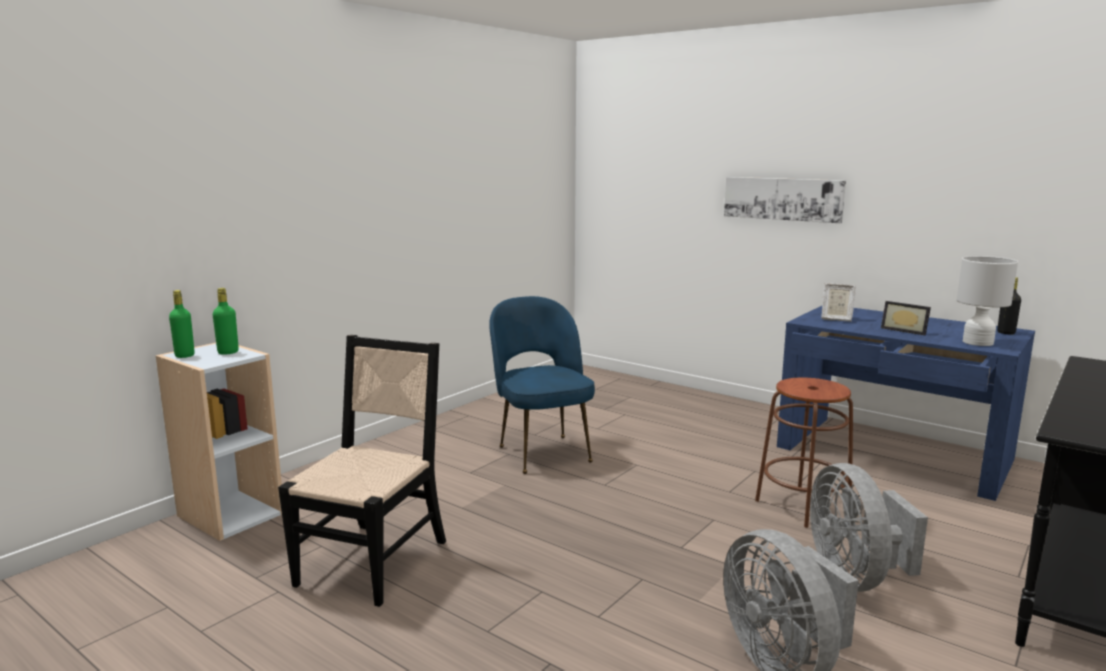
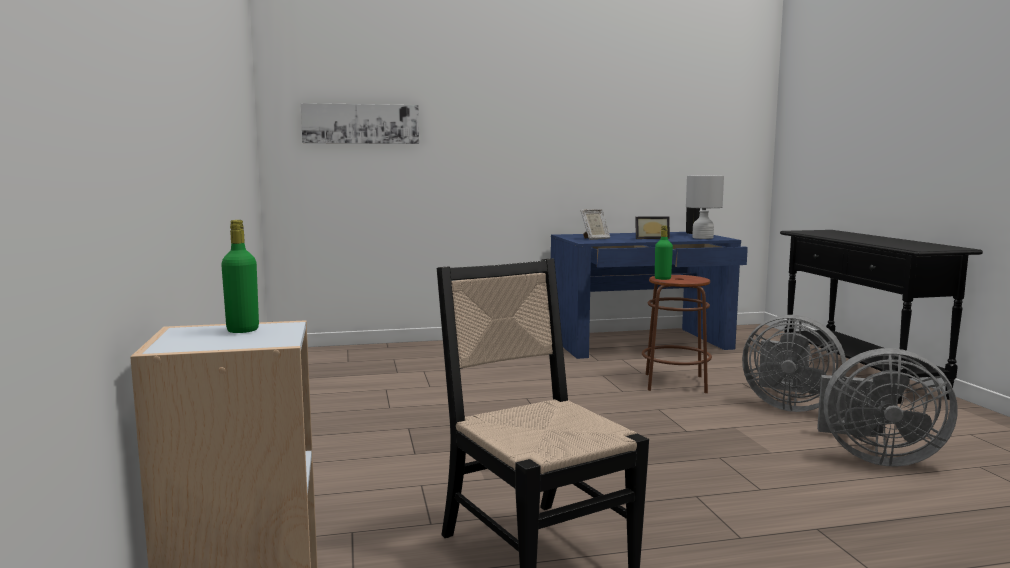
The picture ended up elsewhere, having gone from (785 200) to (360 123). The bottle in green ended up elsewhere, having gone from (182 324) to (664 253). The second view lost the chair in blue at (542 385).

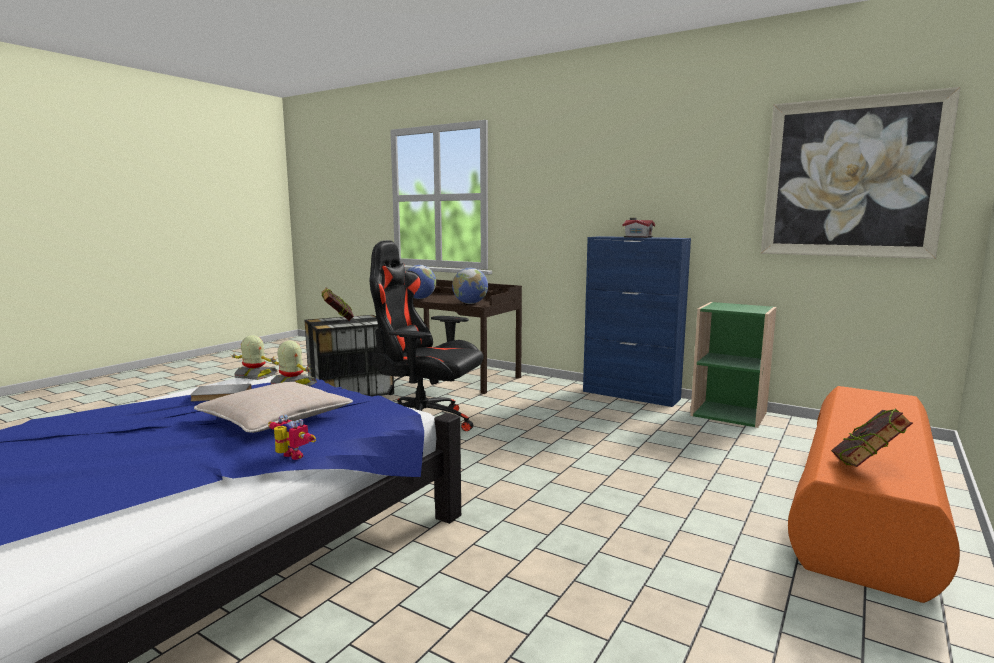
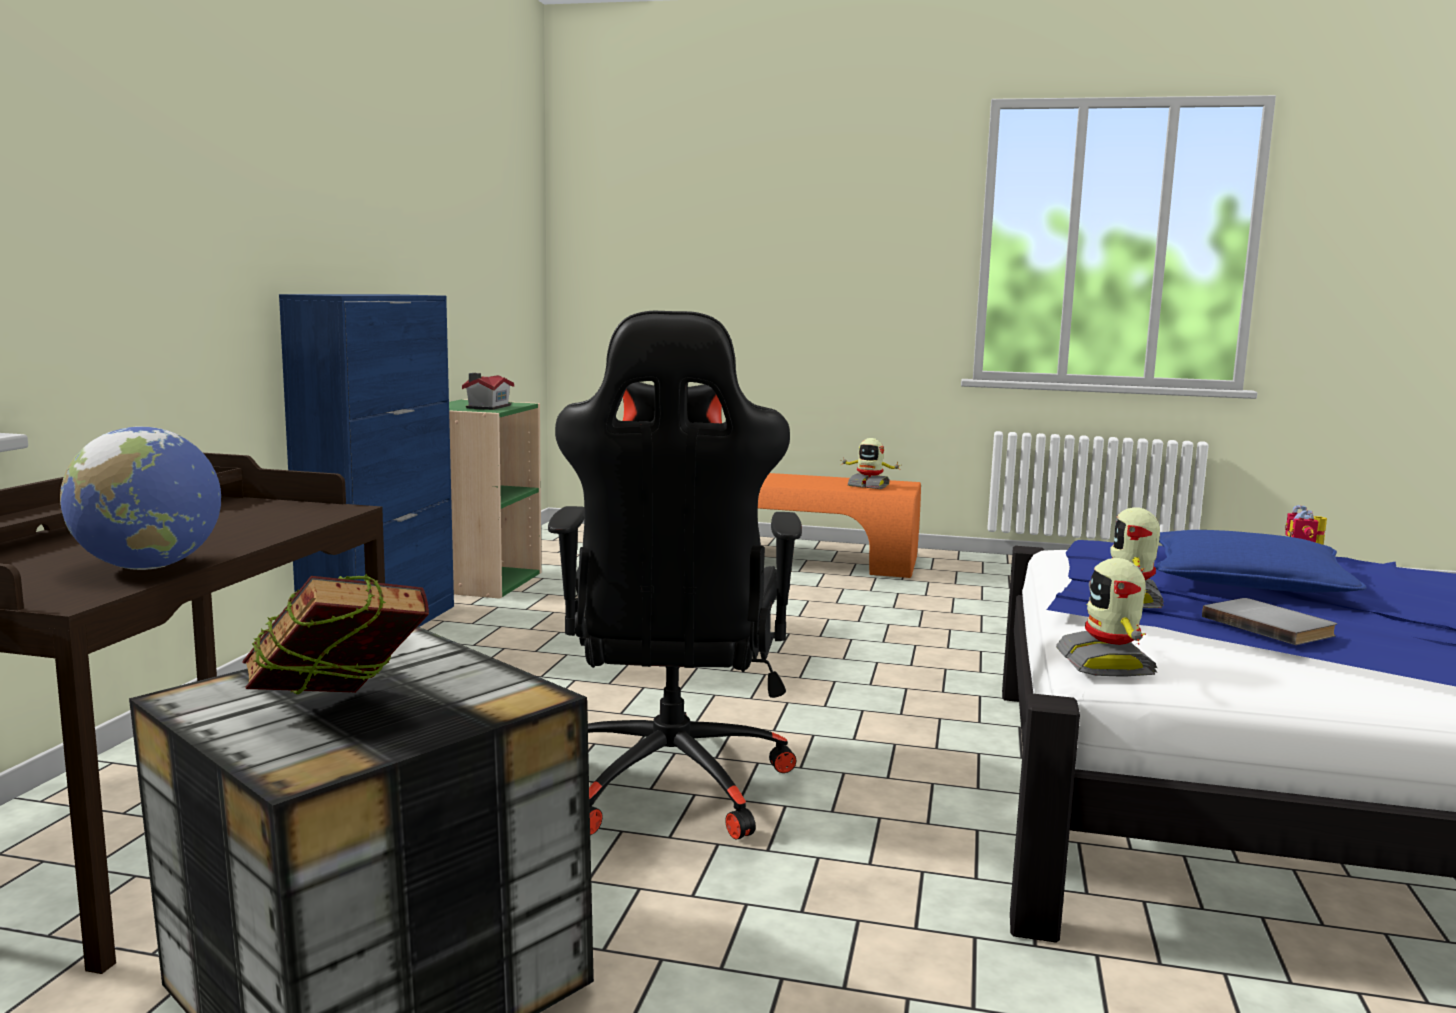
The toy house ended up elsewhere, having gone from (638 228) to (488 391). Where the book stood at (872 437), the toy robot came to stand at (870 463). What was the pillow in beige at (273 407) turned into the pillow in blue at (1261 561). The second view lost the globe at (470 286). The second view lost the picture at (860 173).

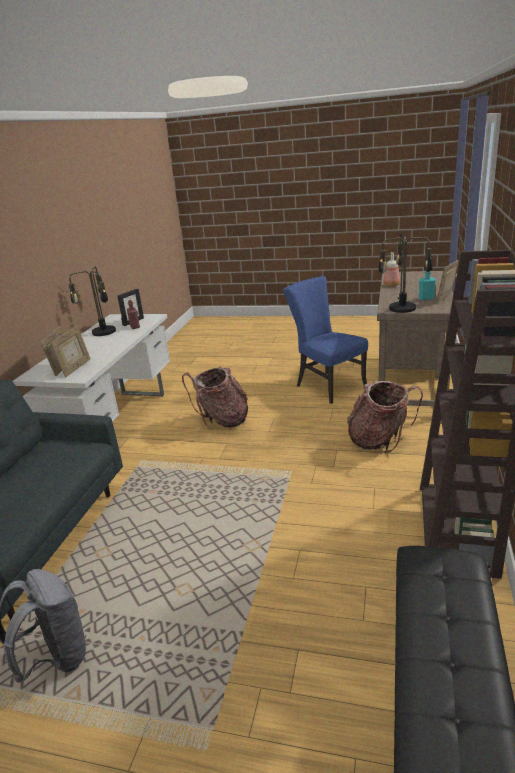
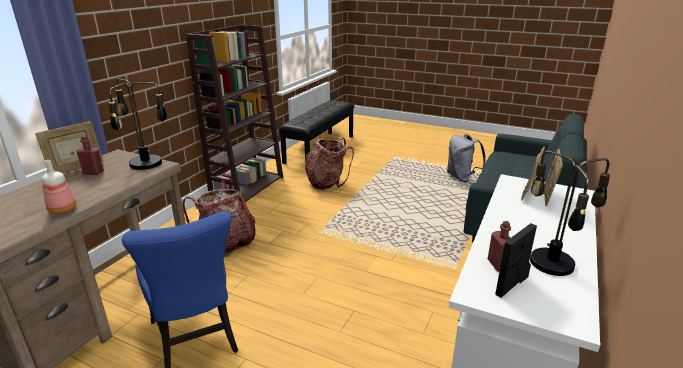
What was the bottle in turquoise at (427 285) turned into the bottle in red at (90 155). The backpack ended up elsewhere, having gone from (215 398) to (329 163).

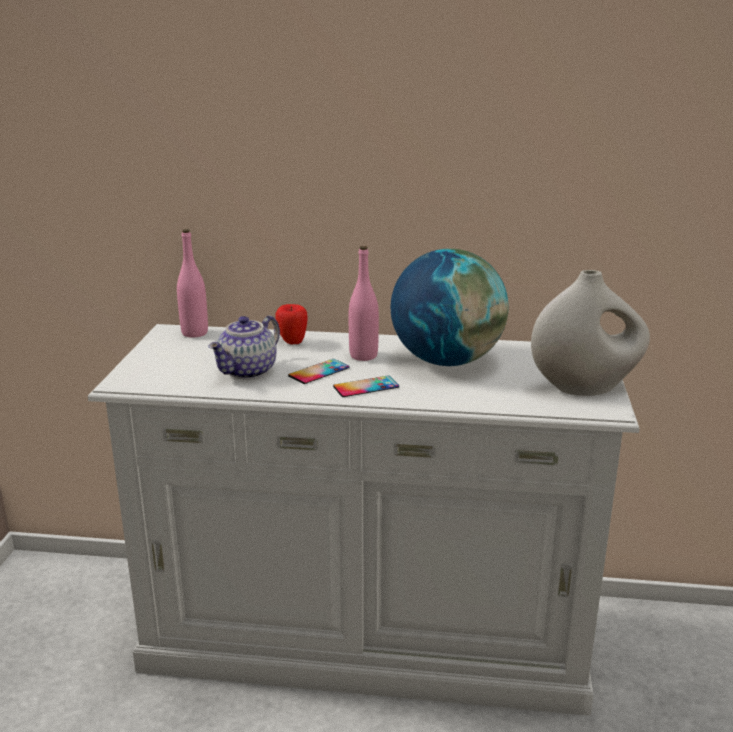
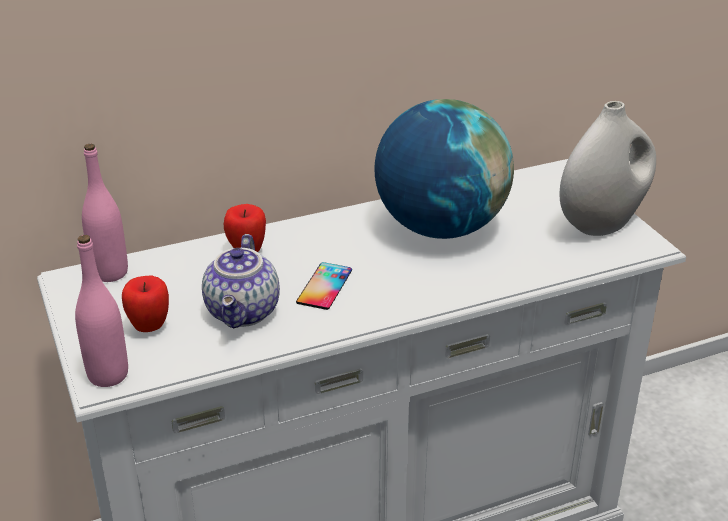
The bottle in pink ended up elsewhere, having gone from (364 303) to (101 311). The second view gained the apple at (145 304). The second view lost the phone at (366 386).

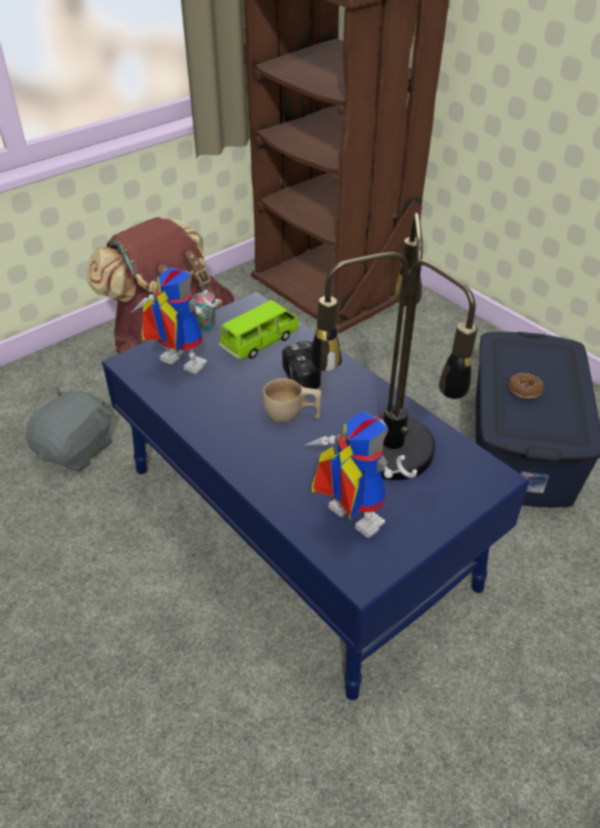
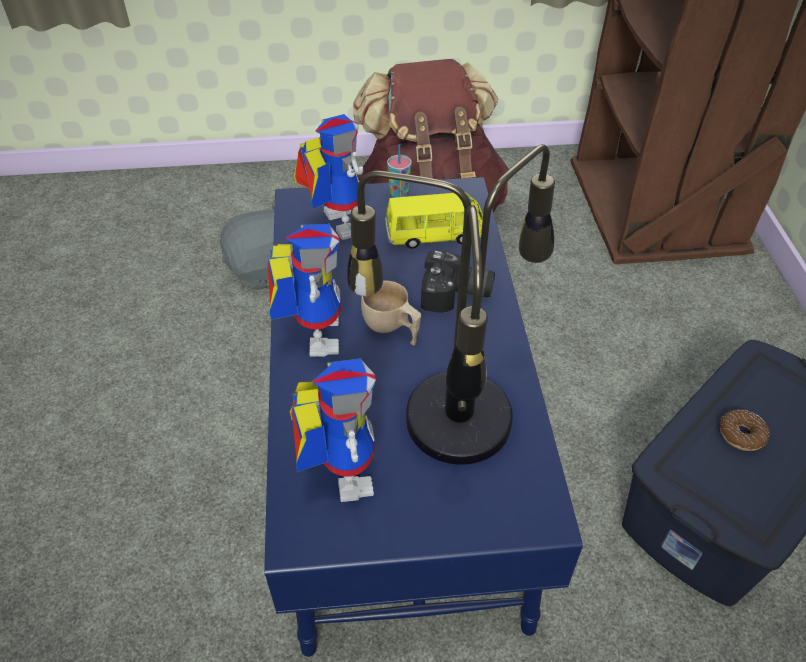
The second view gained the toy robot at (304 290). What was the toy car in green at (259 330) turned into the toy car in yellow at (434 220).

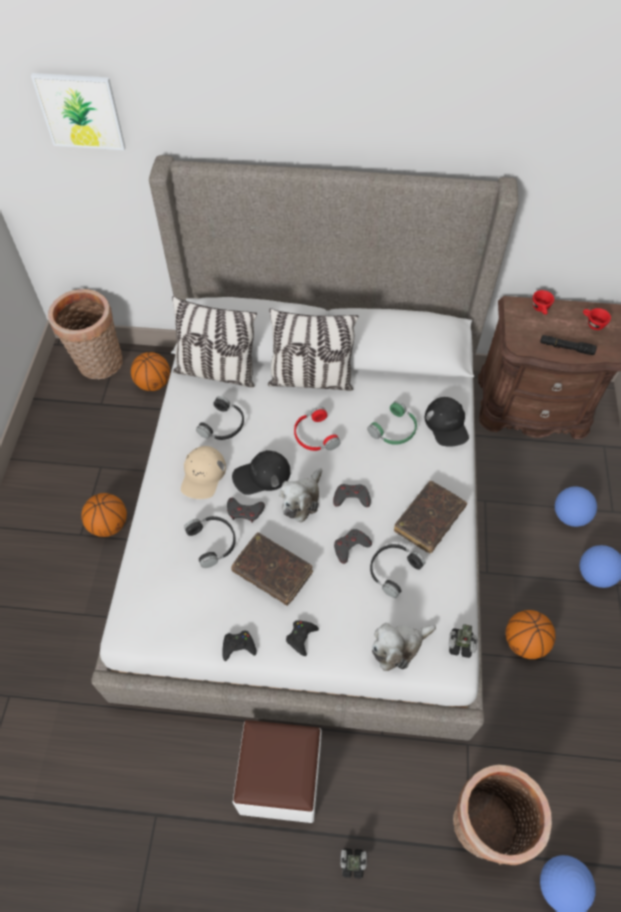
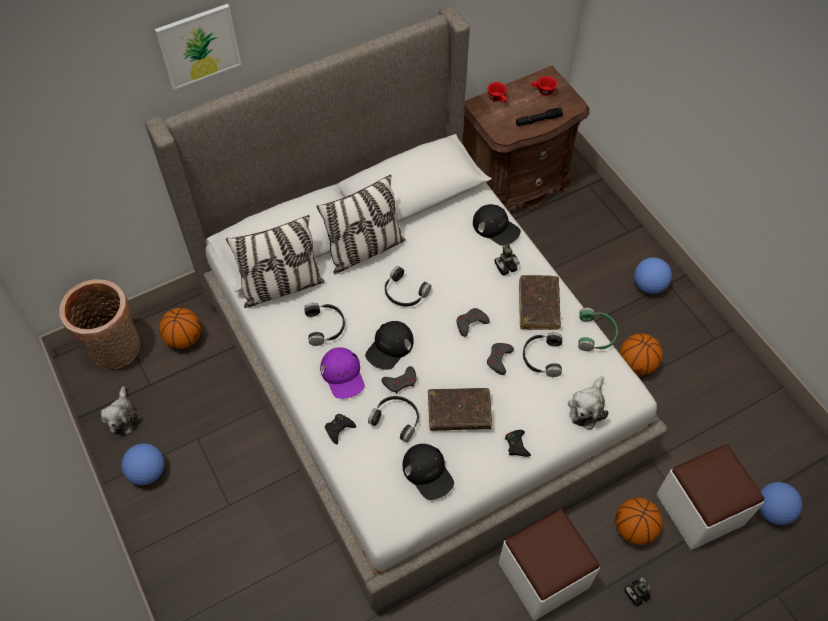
The plush toy ended up elsewhere, having gone from (300 495) to (119 410). The football ended up elsewhere, having gone from (576 506) to (143 464). The picture ended up elsewhere, having gone from (78 111) to (198 47). What was the cap in beige at (203 472) turned into the cap in purple at (342 373). The game controller in black ended up elsewhere, having gone from (239 645) to (340 429). What was the headphones in red at (317 429) turned into the headphones in black at (408 286). The second view gained the cap in black at (428 472). The toy robot ended up elsewhere, having gone from (463 641) to (507 259). The headphones in green ended up elsewhere, having gone from (392 423) to (598 329). The basketball ended up elsewhere, having gone from (104 515) to (639 521). Where the basket stood at (502 815), the ottoman in white came to stand at (711 497).

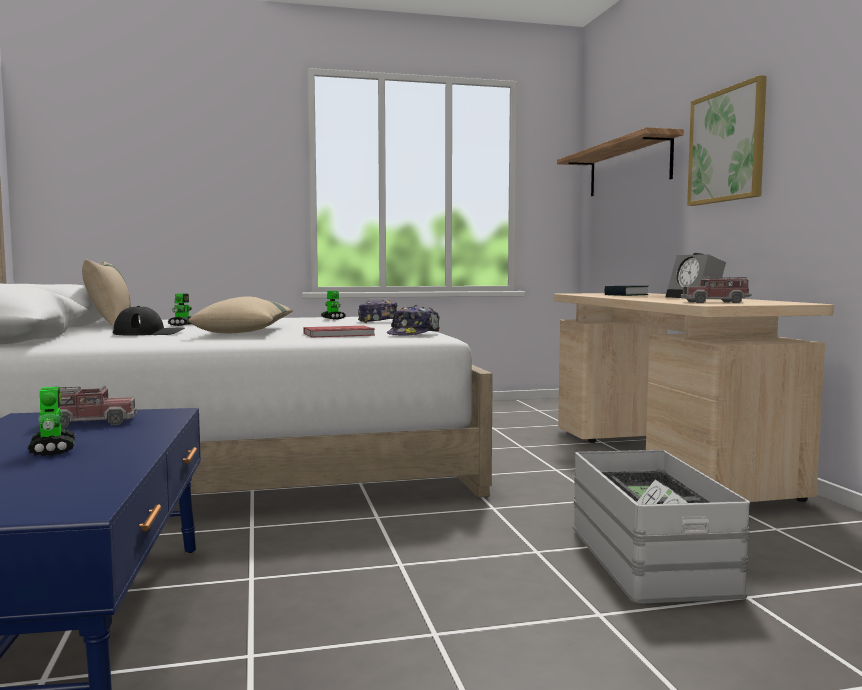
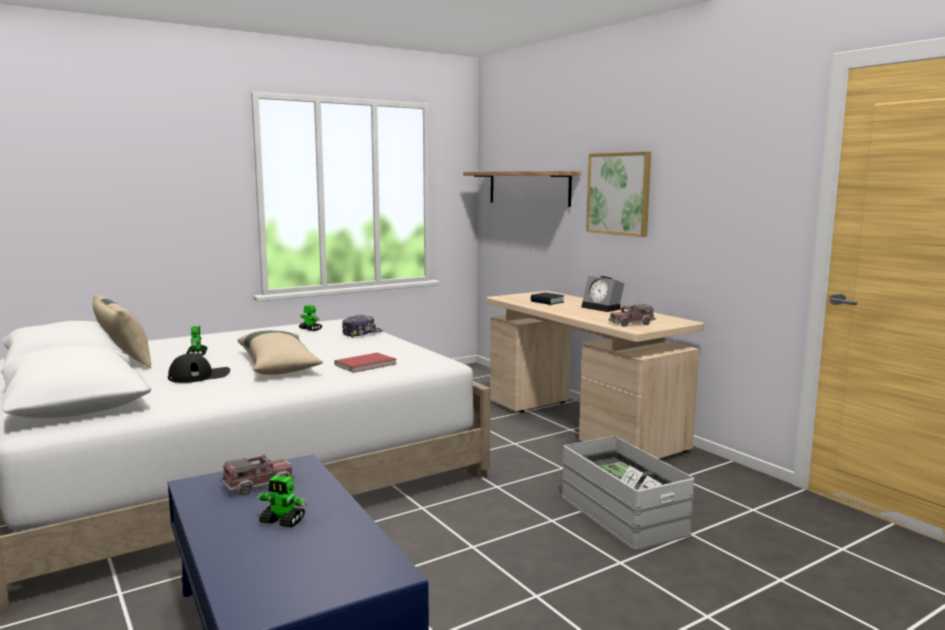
The toy robot at (51 421) ended up facing another way, 150 degrees clockwise from before. The second view lost the cap at (413 320).

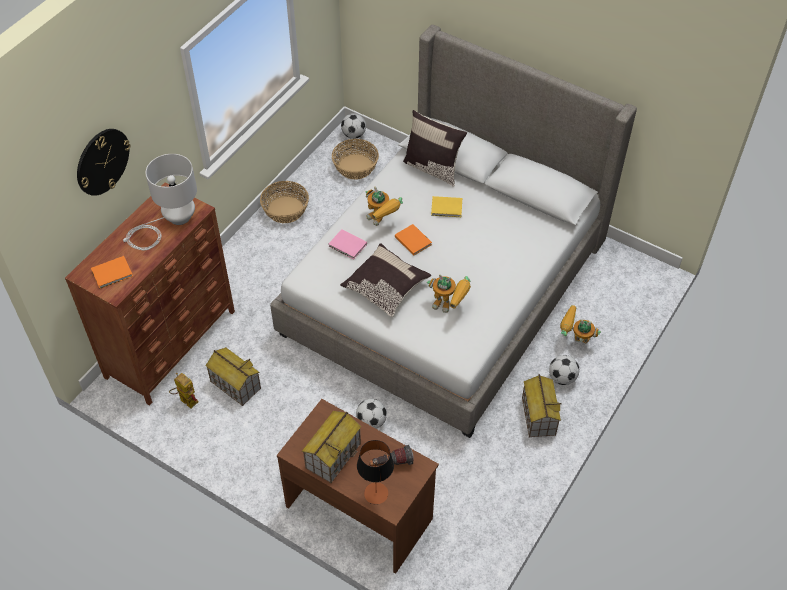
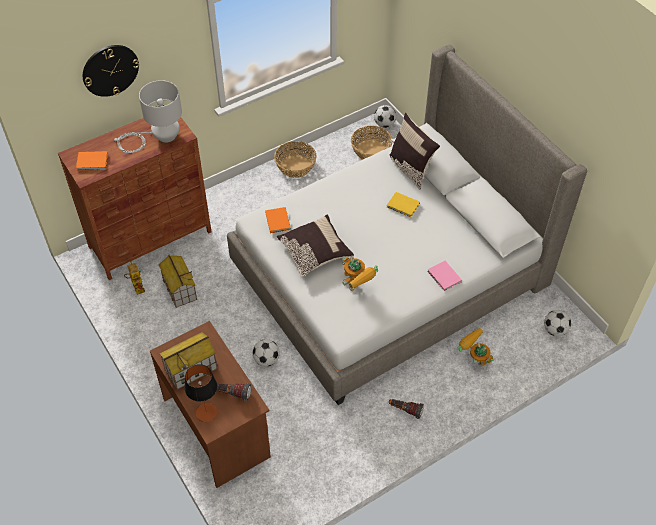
The book in orange ended up elsewhere, having gone from (413 240) to (278 220). Where the toy house stood at (541 405), the flashlight came to stand at (406 409). The book in pink ended up elsewhere, having gone from (348 244) to (444 276). The football ended up elsewhere, having gone from (564 370) to (557 323). The second view lost the toy robot at (384 206).

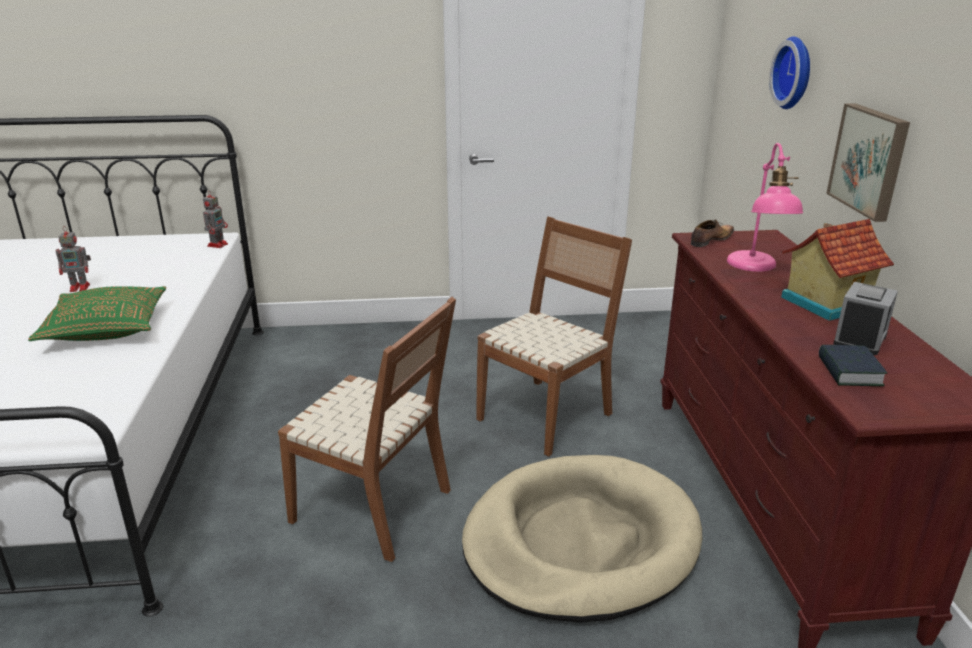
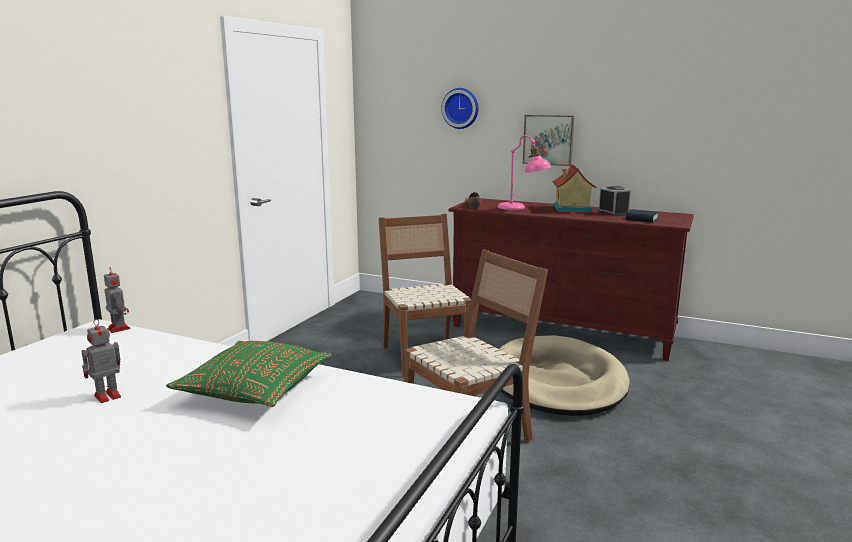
The toy robot at (73 259) ended up facing another way, 150 degrees counterclockwise from before.

